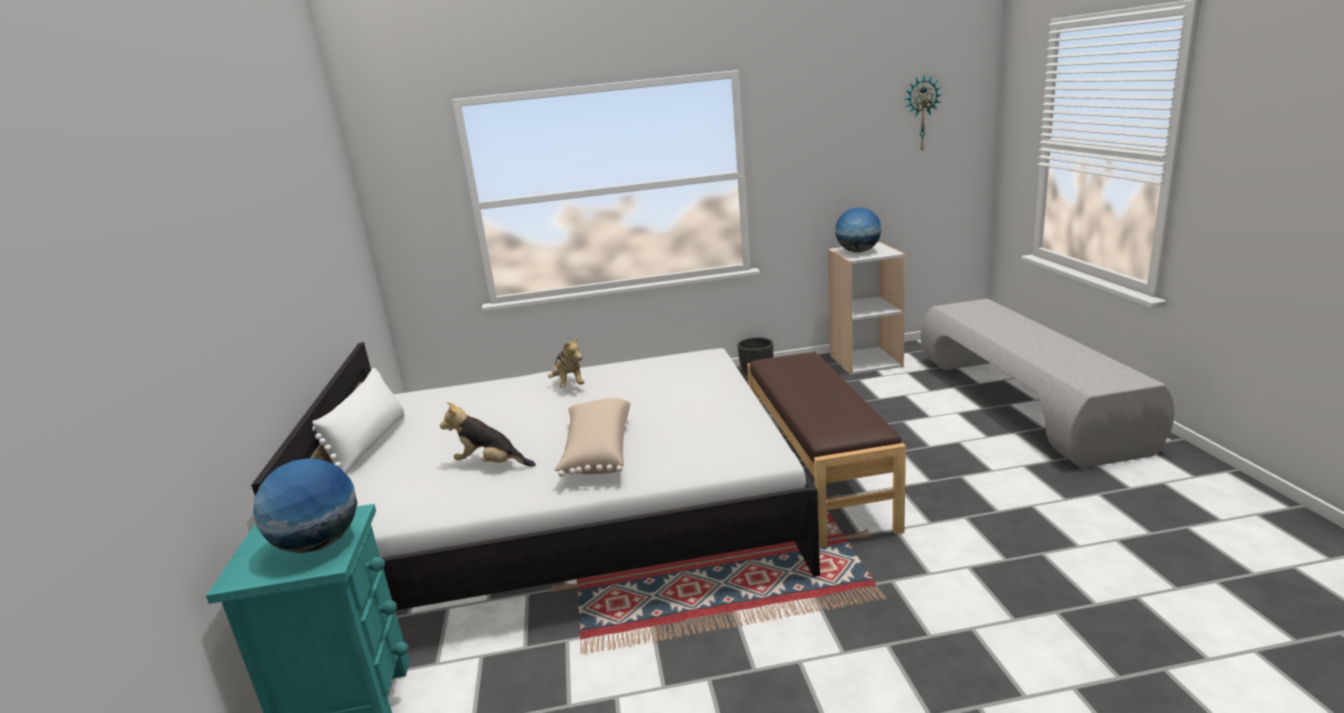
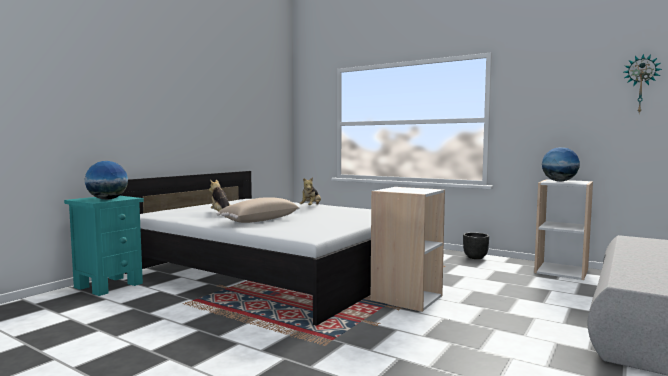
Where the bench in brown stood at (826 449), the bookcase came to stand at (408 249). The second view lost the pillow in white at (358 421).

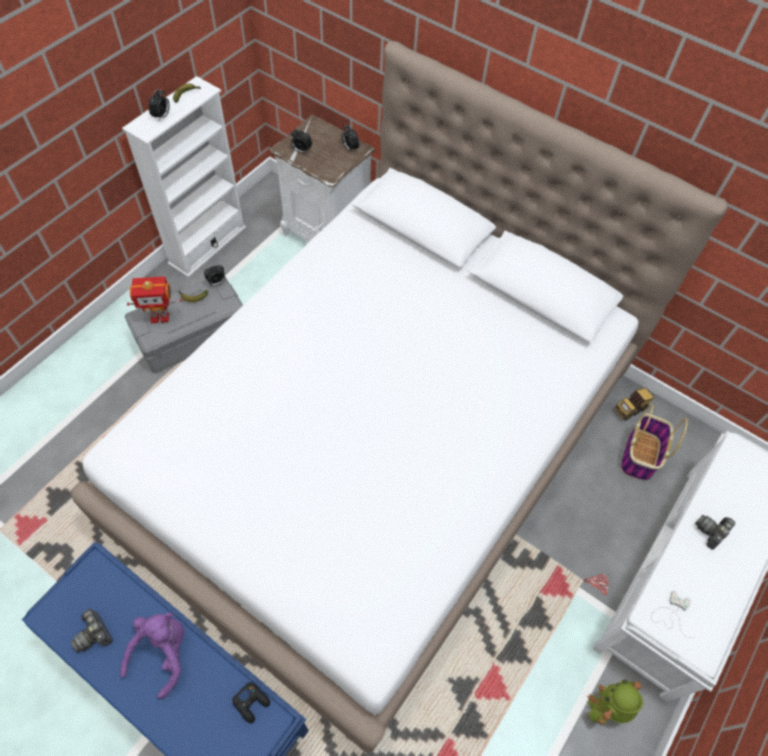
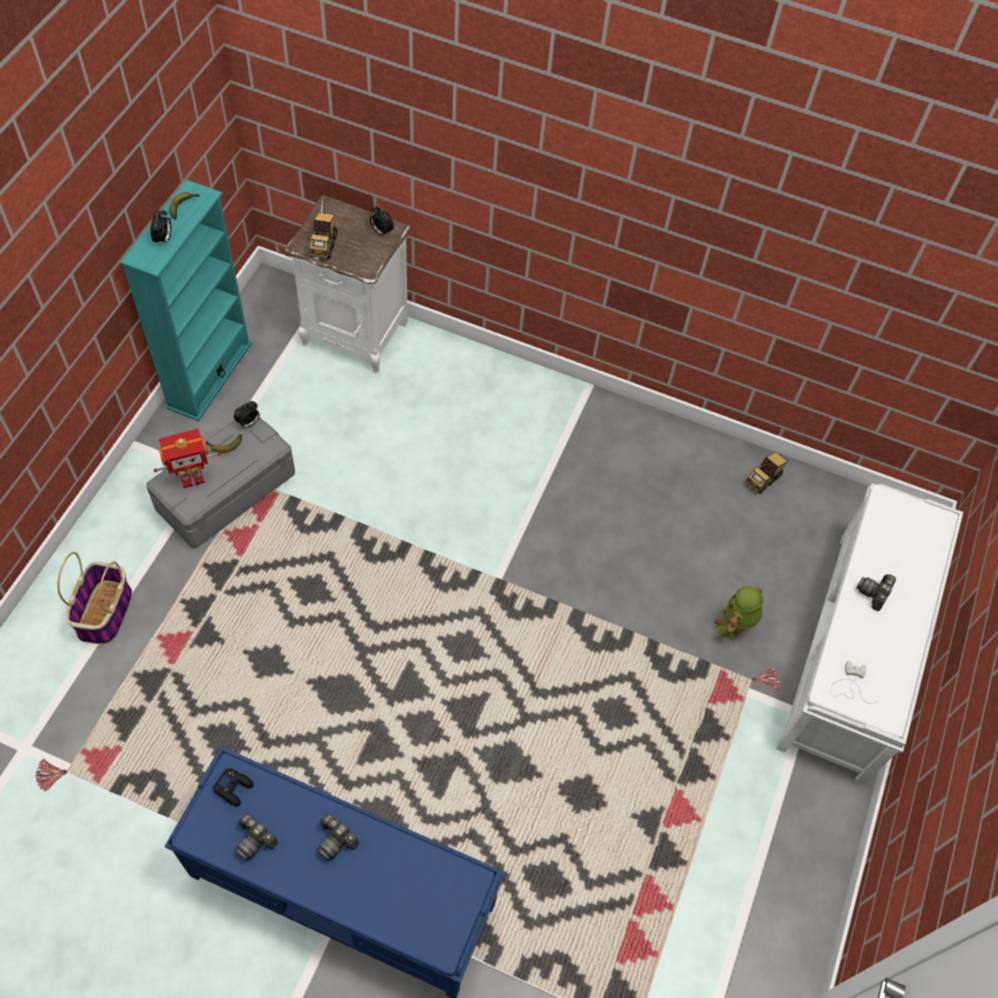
The basket ended up elsewhere, having gone from (654 442) to (94 598). What was the bookcase in white at (184 177) turned into the bookcase in turquoise at (186 300). The game controller in black ended up elsewhere, having gone from (251 702) to (233 787). Where the alarm clock stood at (301 140), the toy truck came to stand at (323 235). Where the plush toy in purple stood at (152 655), the photo camera came to stand at (338 837). The toy robot ended up elsewhere, having gone from (615 702) to (739 613). The second view lost the bed in white at (399 397).

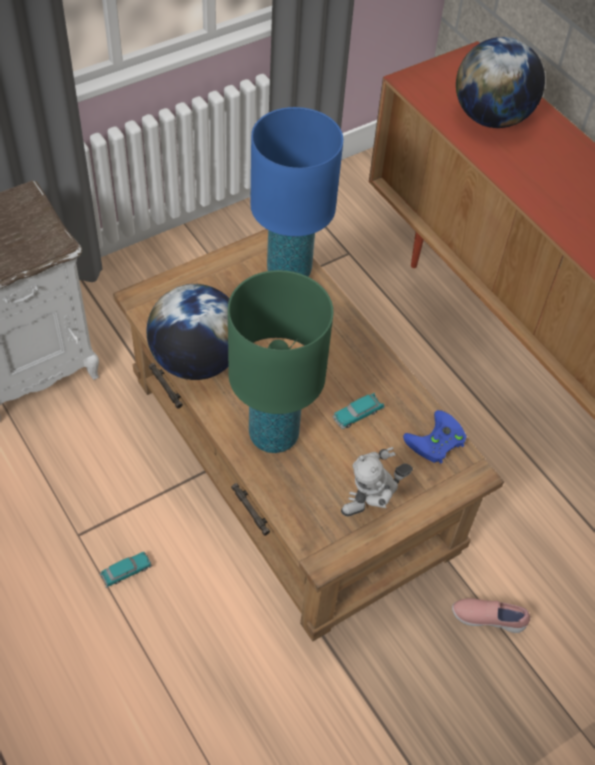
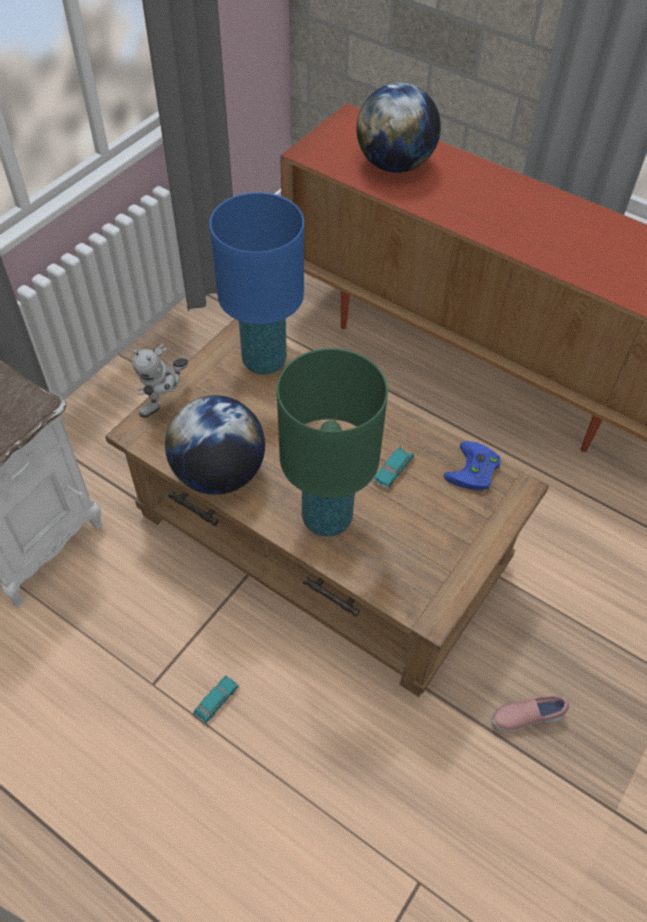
The toy robot ended up elsewhere, having gone from (377 481) to (160 381). The shoe in pink ended up elsewhere, having gone from (491 615) to (530 714).

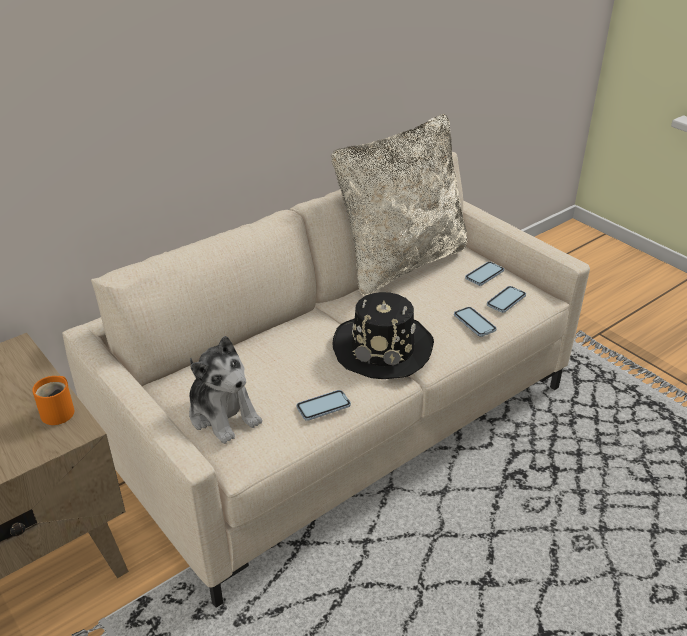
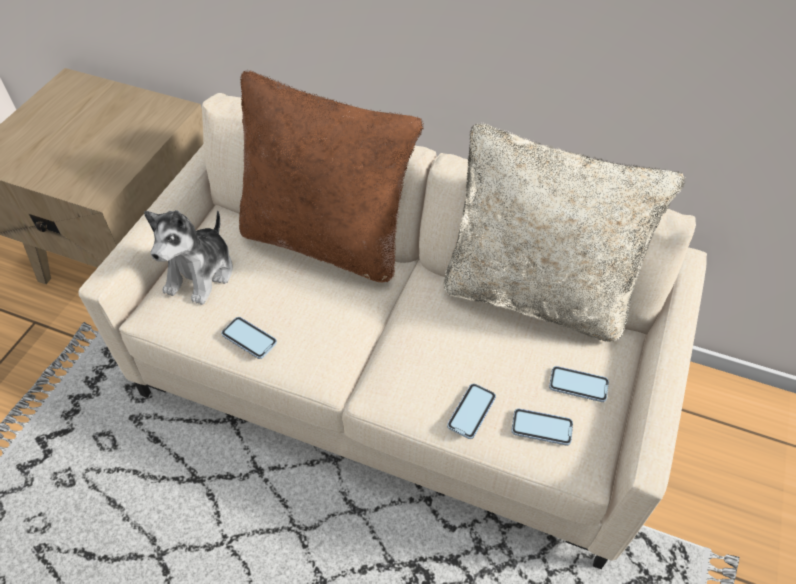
The second view gained the pillow in brown at (331 176). The second view lost the mug in orange at (53 400). The second view lost the hat in black at (383 335).

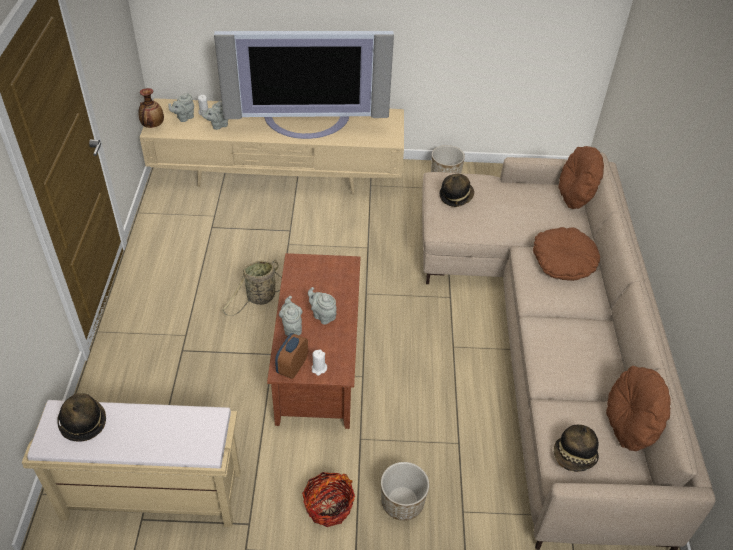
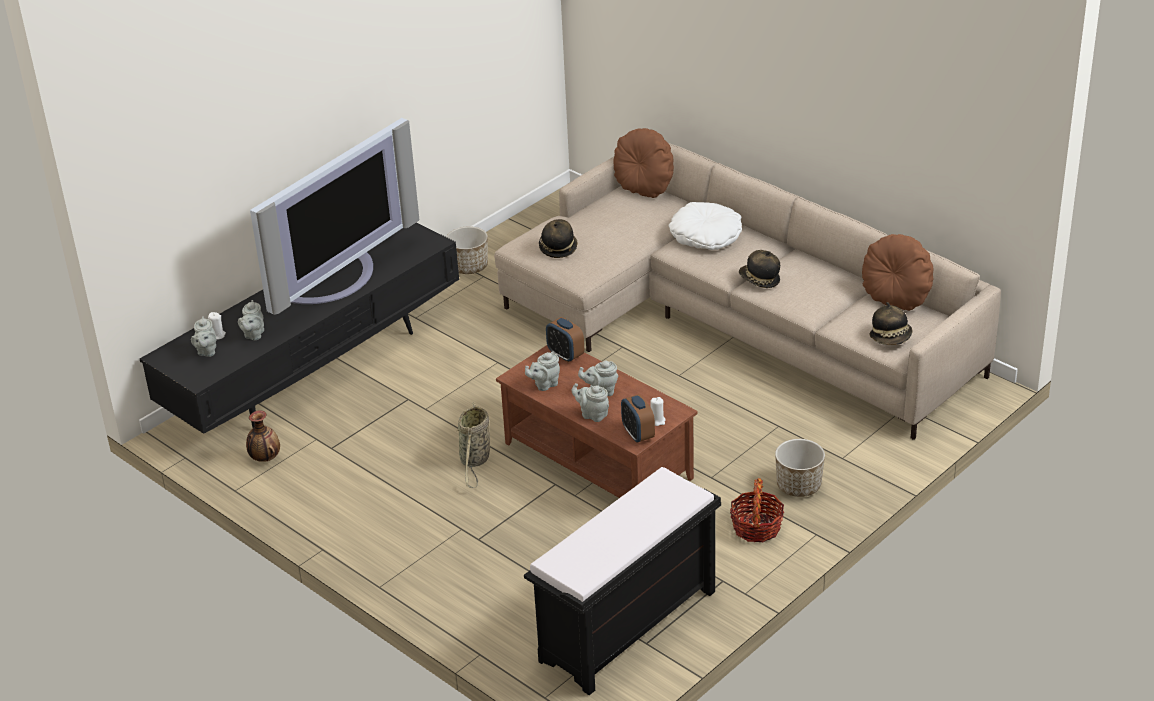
What was the tv stand in beige at (272 146) turned into the tv stand in black at (299 328). The vase ended up elsewhere, having gone from (151 108) to (263 436). What was the bench in beige at (131 463) turned into the bench in black at (622 581). The second view gained the teapot in grey at (542 371). The second view gained the alarm clock at (565 339). What was the pillow in brown at (566 254) turned into the pillow in white at (705 226). The hat ended up elsewhere, having gone from (81 417) to (759 269).

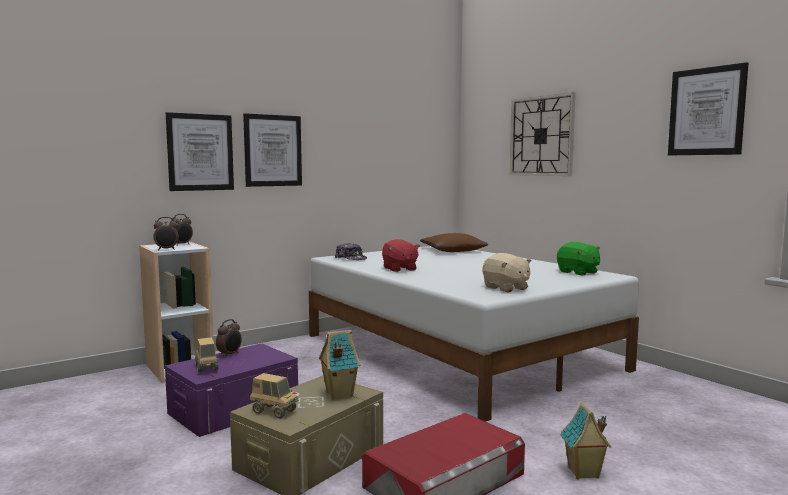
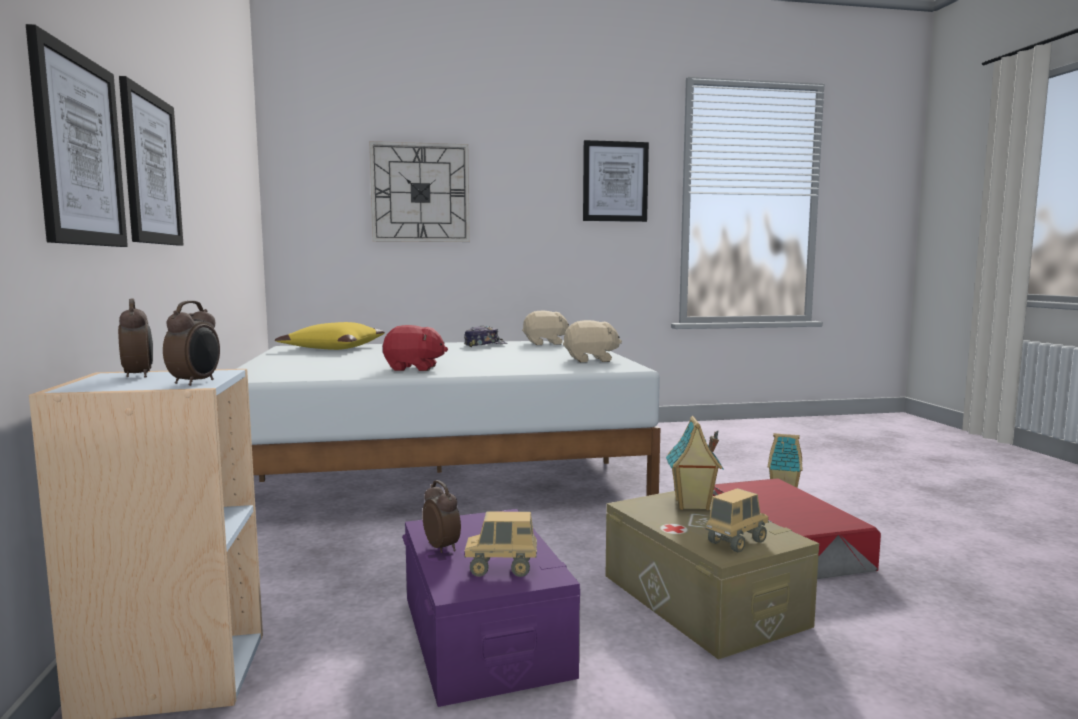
What was the pillow in brown at (454 242) turned into the pillow in yellow at (330 336). The cap ended up elsewhere, having gone from (351 251) to (486 336). What was the plush toy in green at (578 259) turned into the plush toy in beige at (545 327).

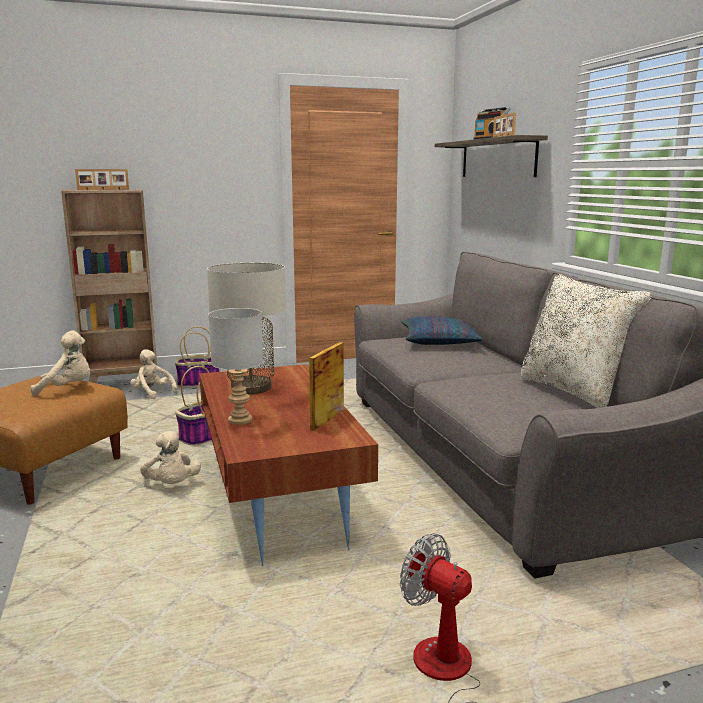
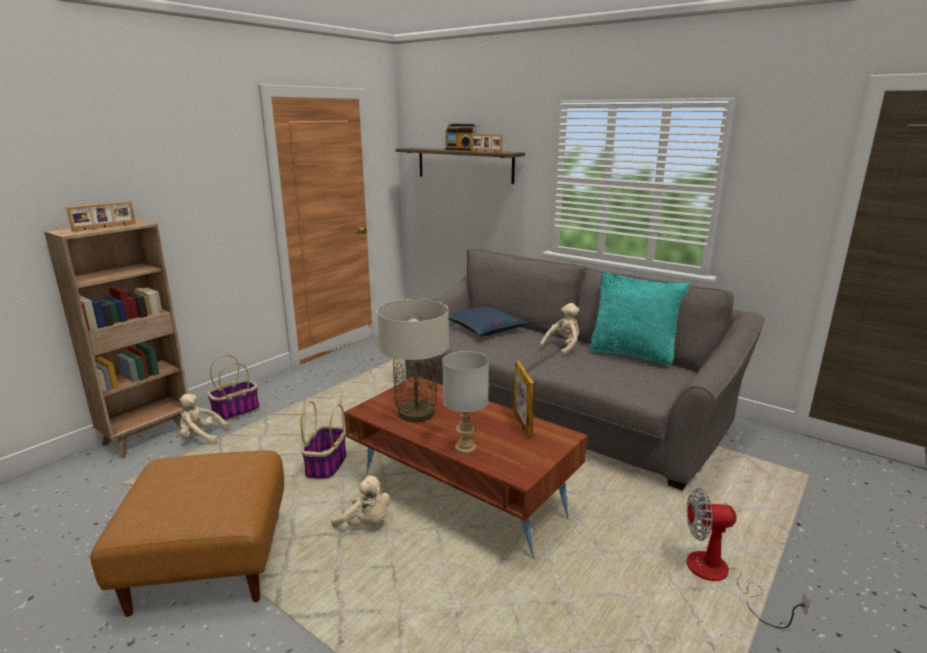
The plush toy in beige ended up elsewhere, having gone from (60 363) to (559 330). What was the pillow in beige at (586 341) turned into the pillow in turquoise at (640 319).

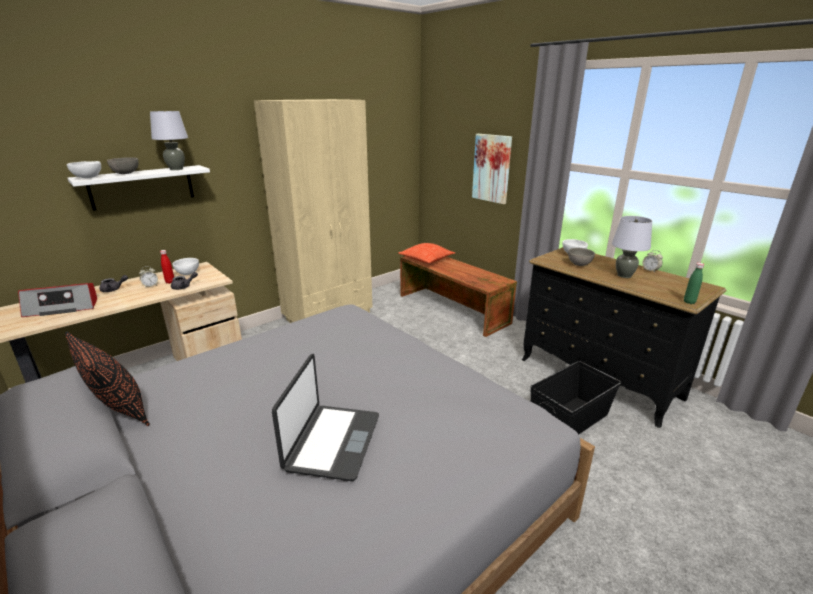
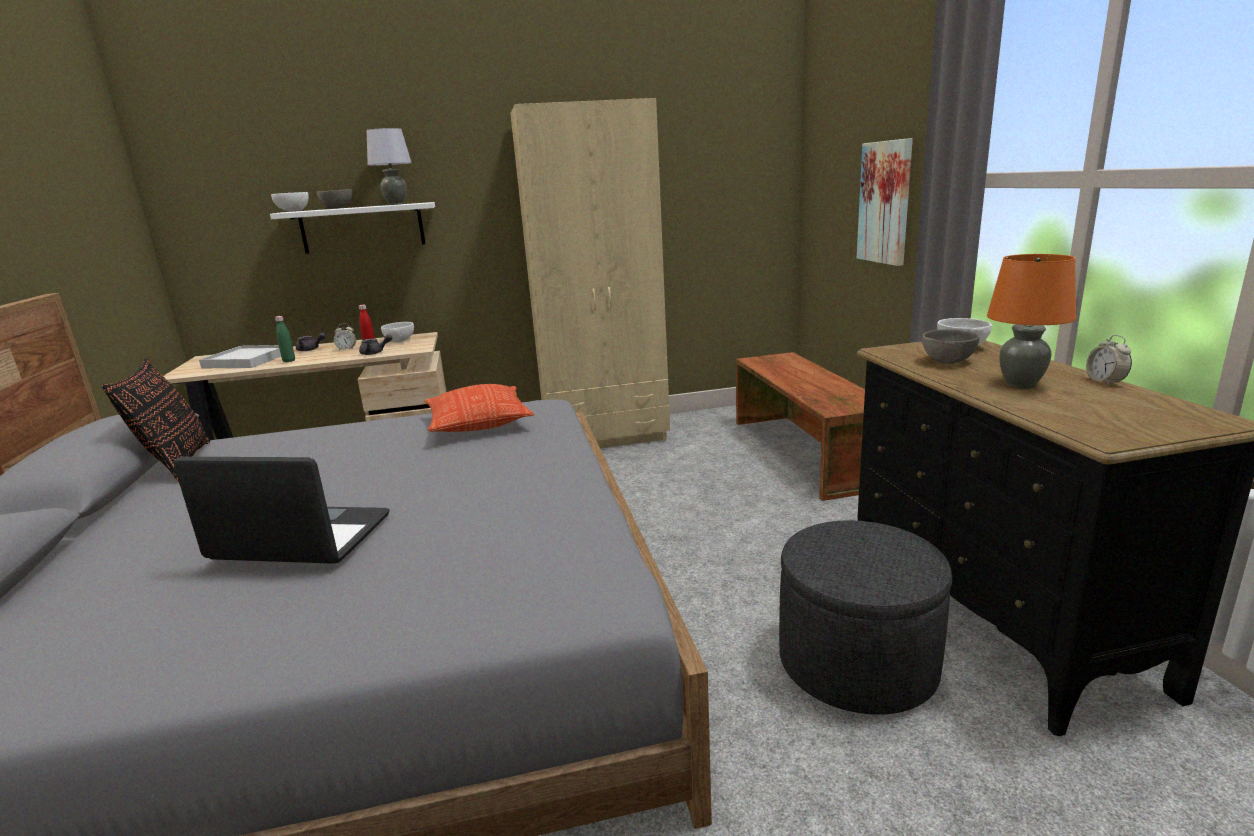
The laptop at (325 417) ended up facing another way, 120 degrees counterclockwise from before. Where the radio stood at (57 300), the tray in white came to stand at (240 356). The bottle in green ended up elsewhere, having gone from (694 283) to (285 339). The pillow in orange ended up elsewhere, having gone from (426 253) to (479 408). Where the storage box in black stood at (575 397), the ottoman in grey came to stand at (865 617). What was the table lamp in grey at (632 247) turned into the table lamp in orange at (1031 321).

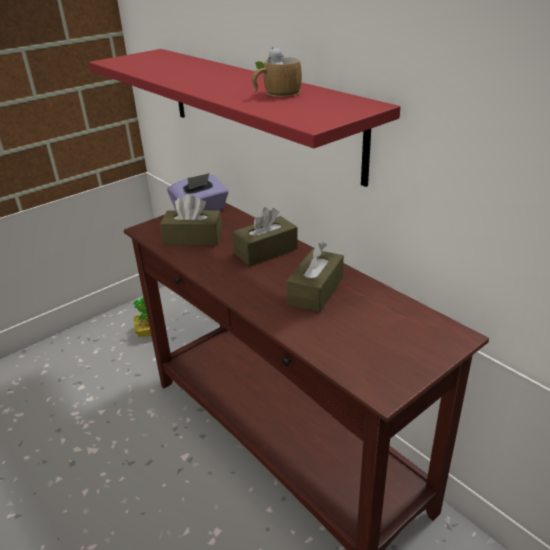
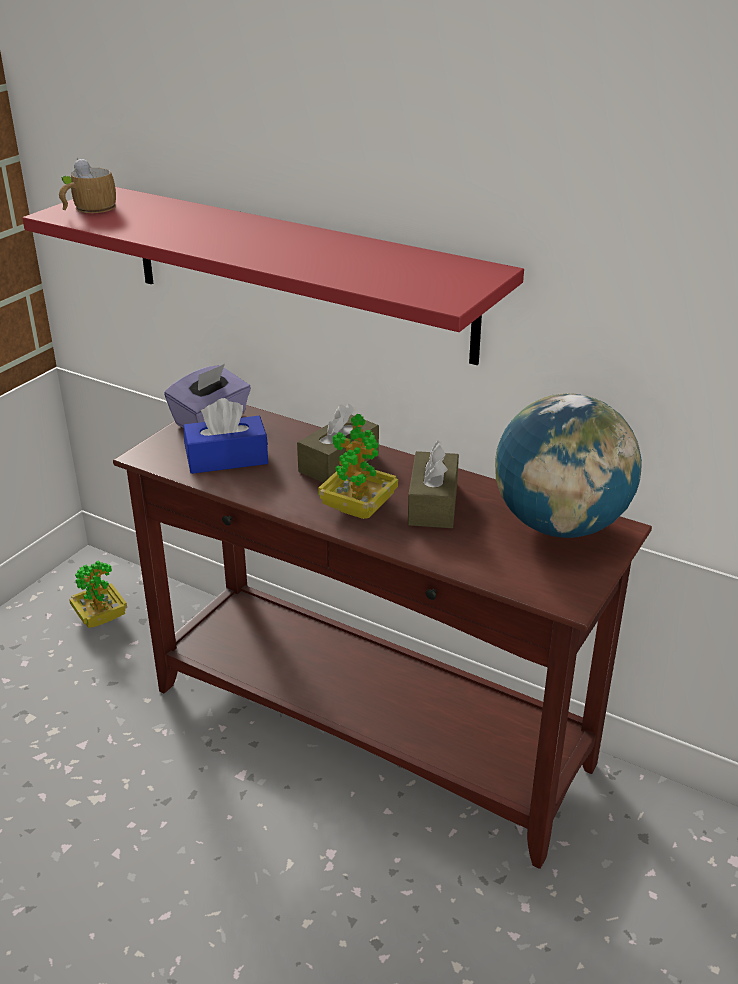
The mug ended up elsewhere, having gone from (277 72) to (87 185). What was the tissue box in brown at (191 219) turned into the tissue box in blue at (225 436). The second view gained the potted plant at (358 466). The second view gained the globe at (568 465).

